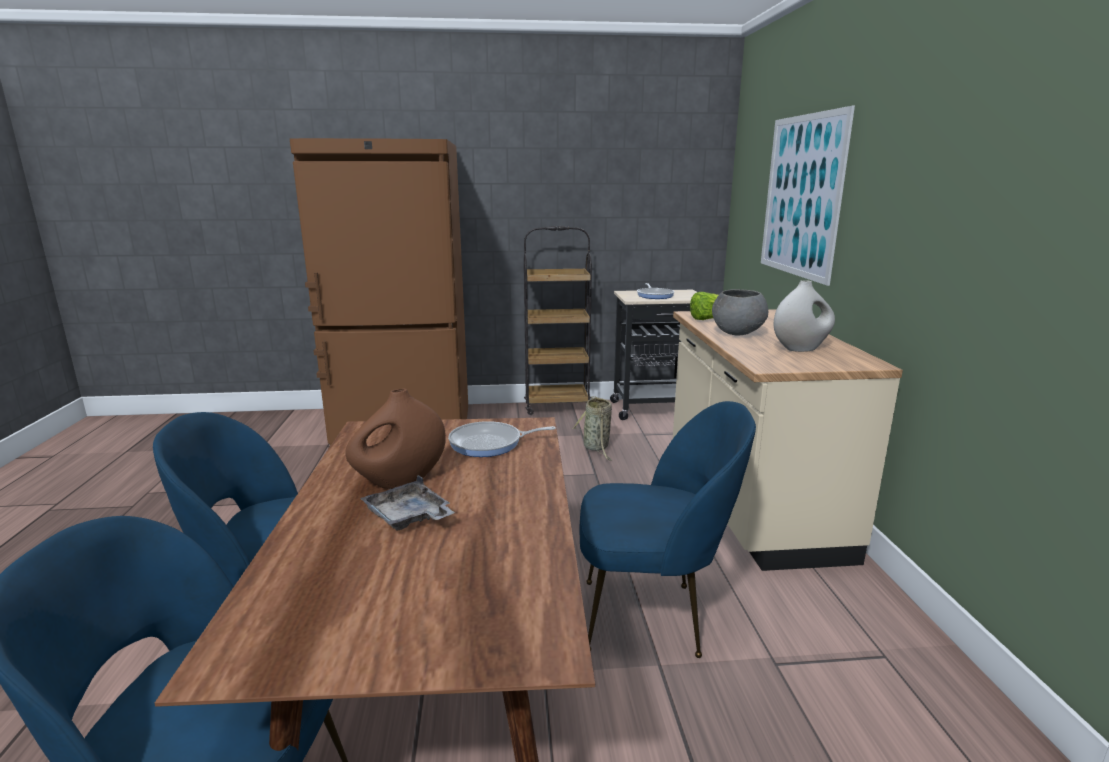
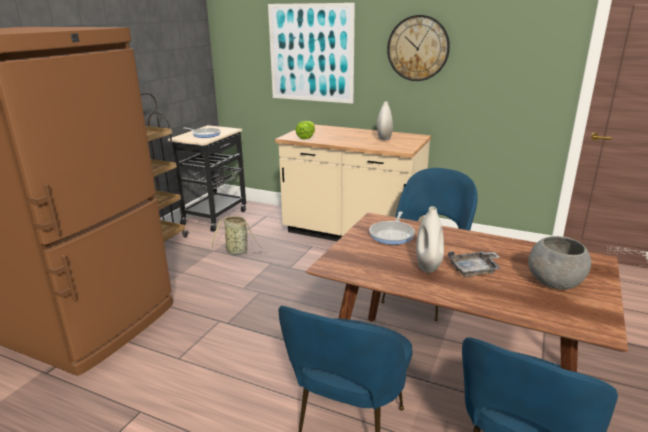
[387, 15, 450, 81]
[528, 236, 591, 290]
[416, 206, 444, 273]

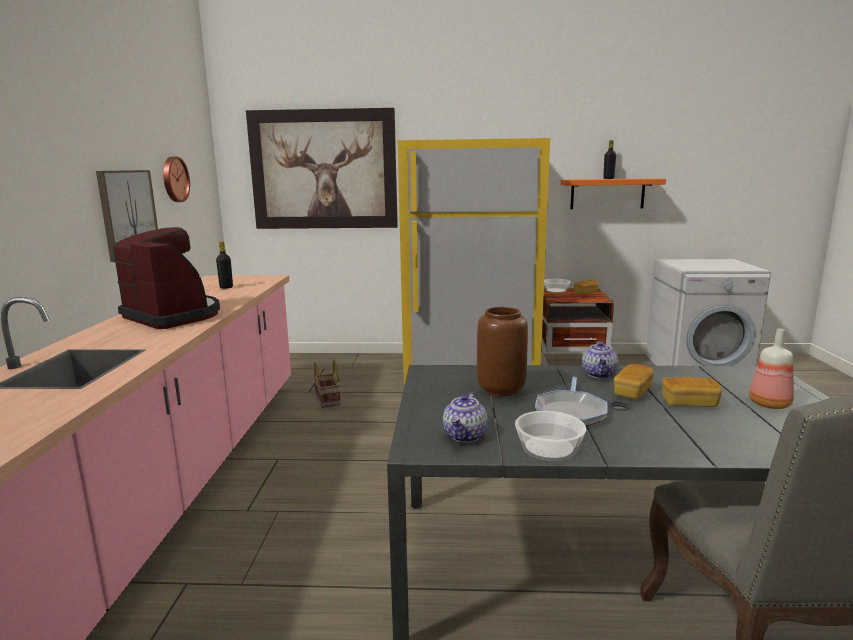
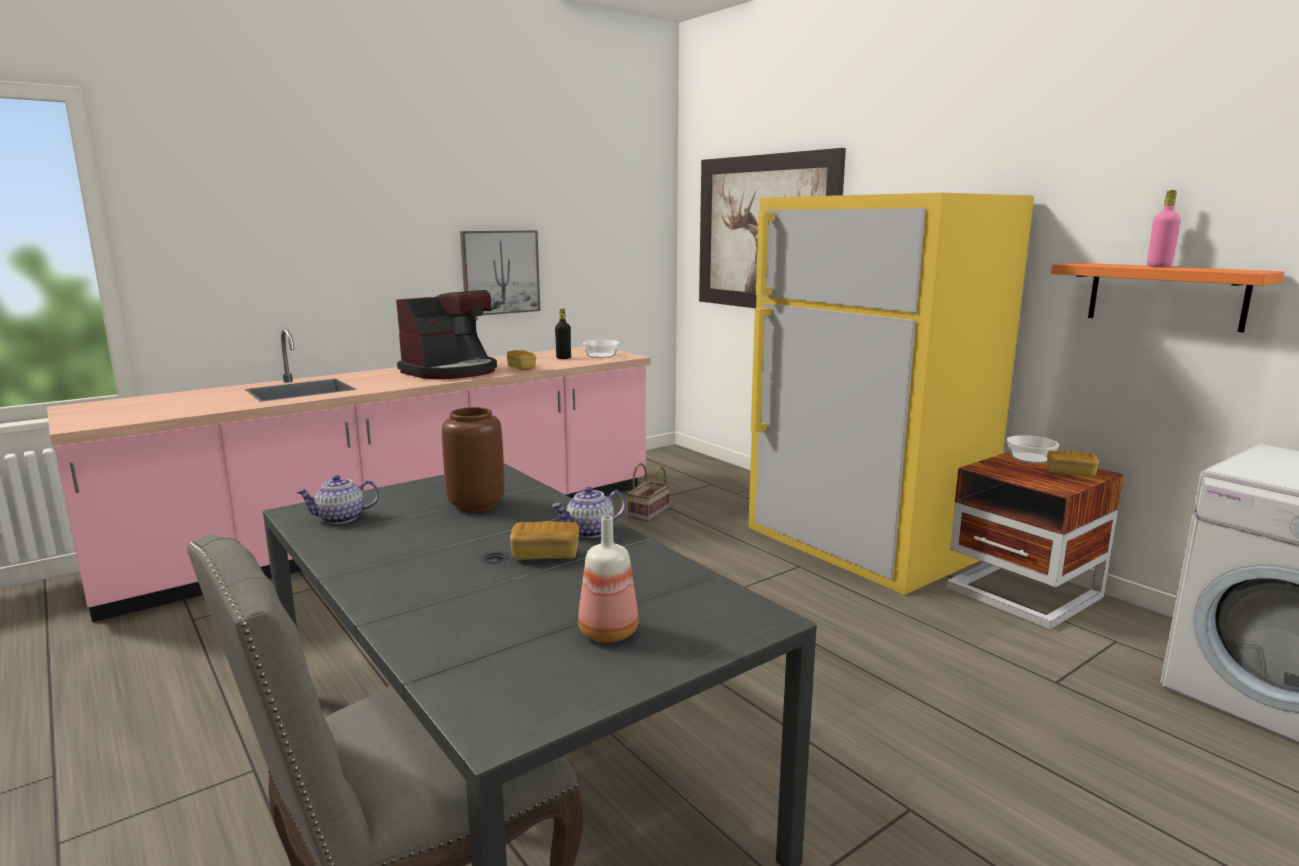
[163, 157, 190, 202] (first image)
[535, 377, 608, 426] (first image)
[583, 340, 619, 358]
[507, 350, 536, 370]
[1147, 190, 1181, 267]
[396, 290, 497, 379]

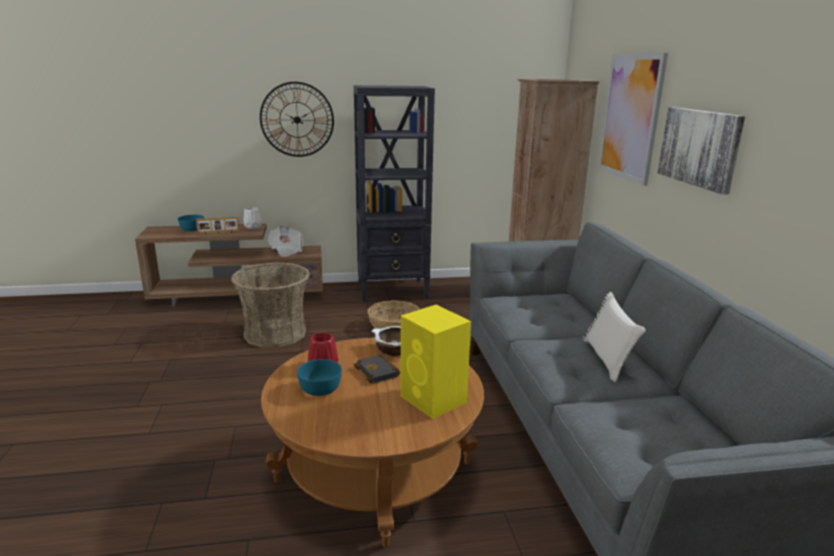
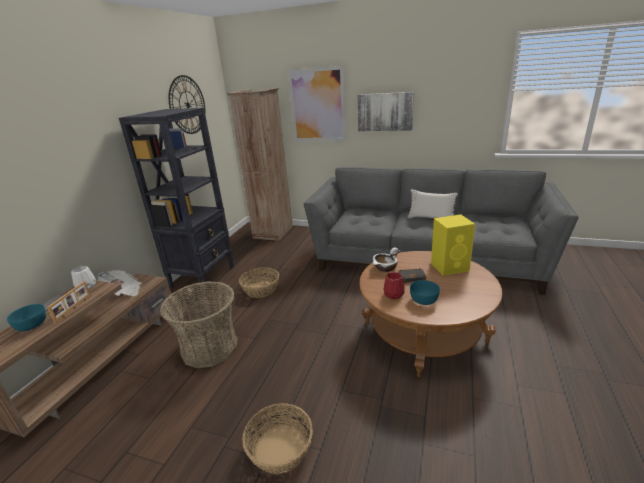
[242, 403, 313, 474]
[169, 75, 205, 134]

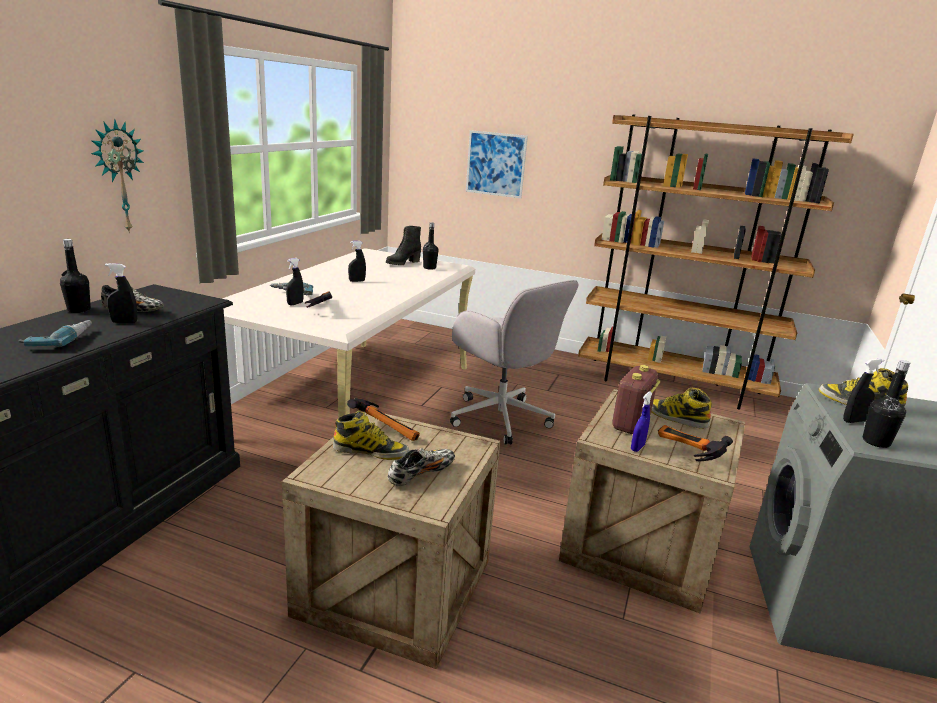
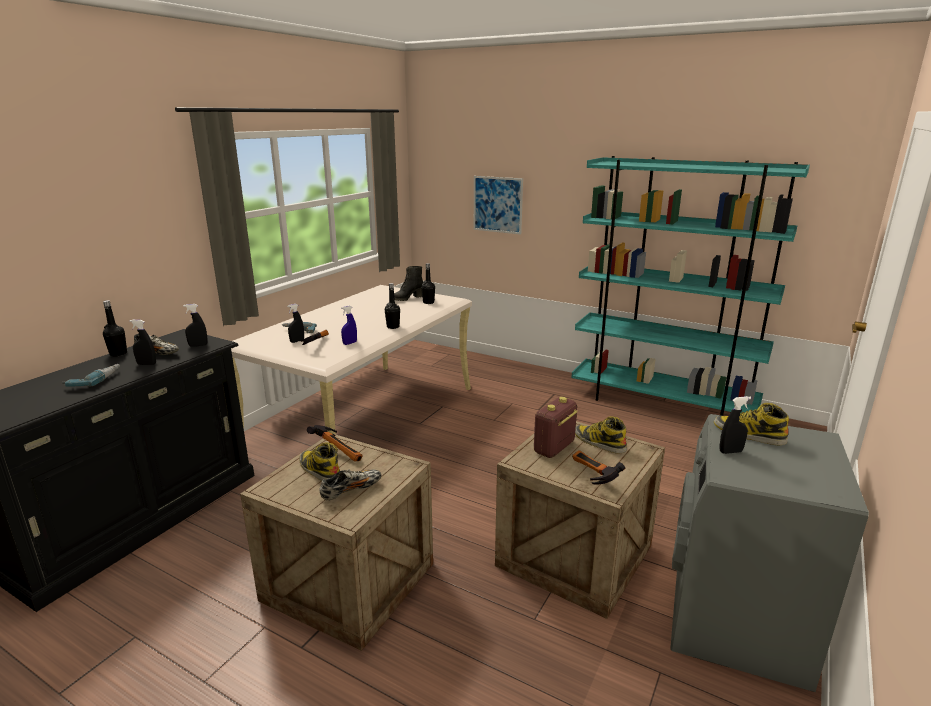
[91, 119, 144, 233] (first image)
[450, 280, 579, 445] (first image)
[183, 304, 208, 347]
[341, 305, 357, 345]
[385, 283, 400, 329]
[571, 156, 810, 416]
[299, 442, 340, 481]

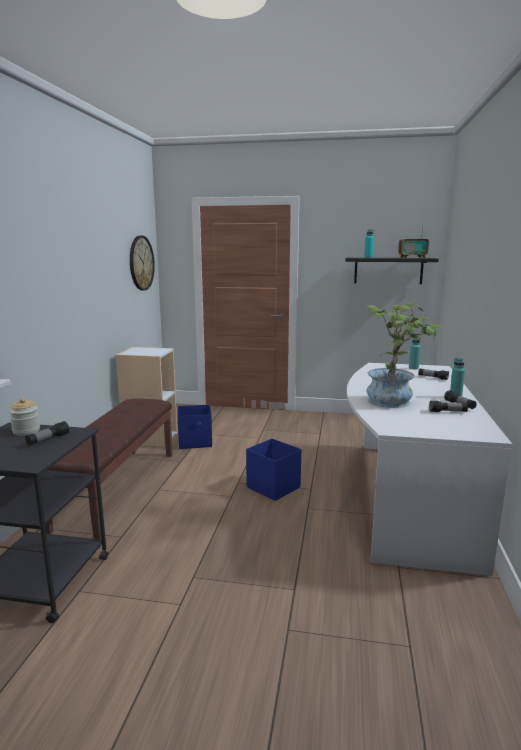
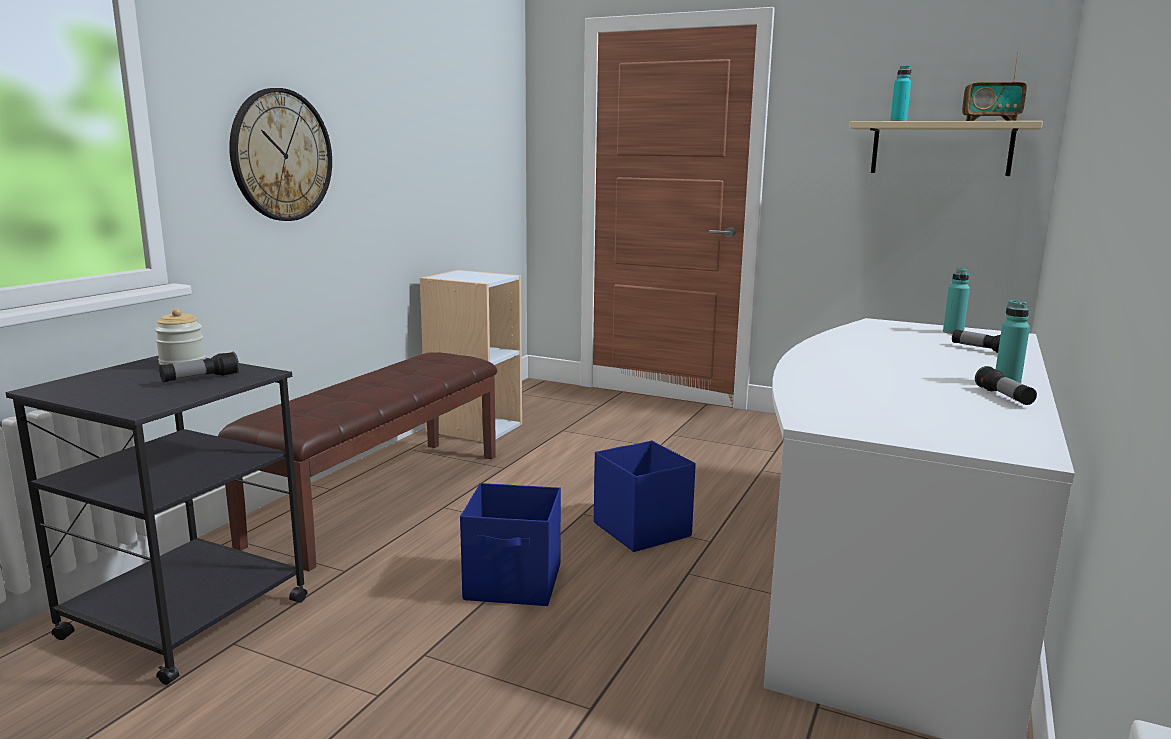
[366, 302, 441, 408] (first image)
[429, 400, 468, 412] (first image)
[229, 88, 332, 221]
[460, 483, 561, 606]
[849, 121, 1043, 176]

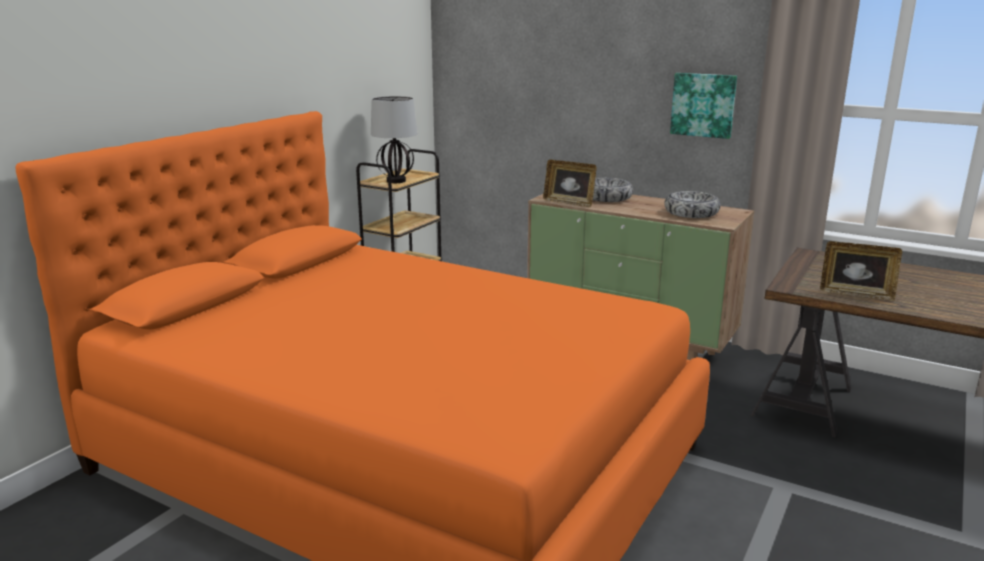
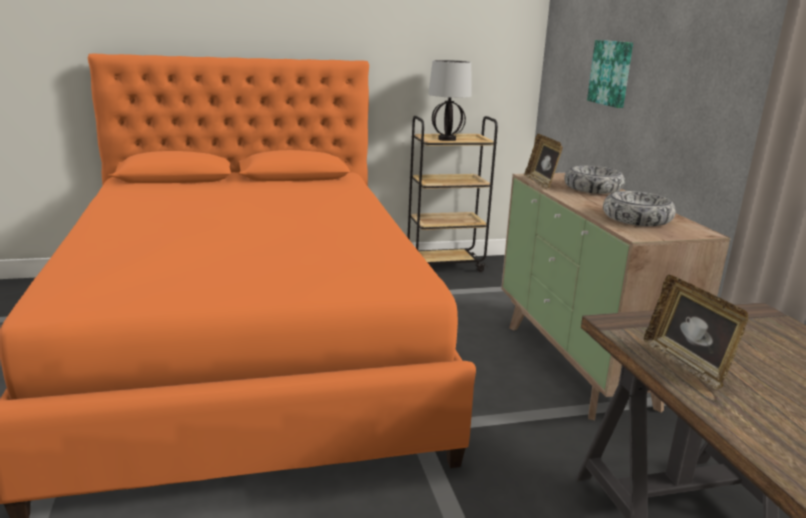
[587, 40, 633, 108]

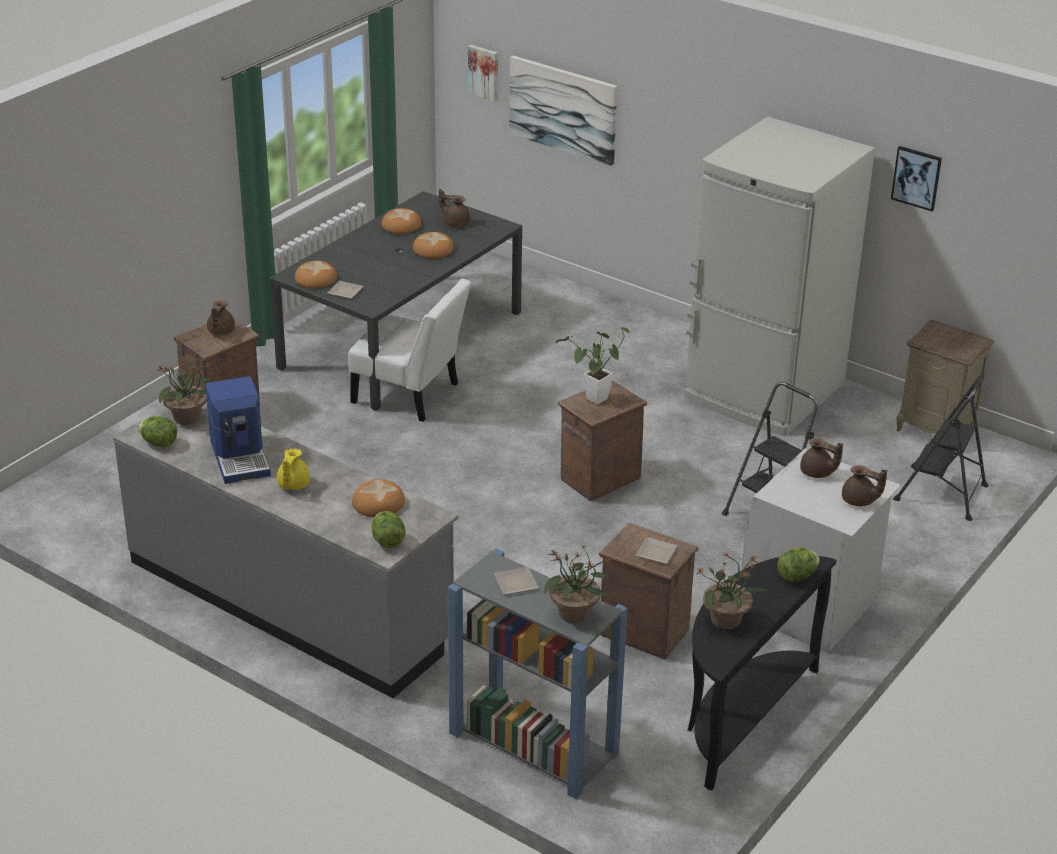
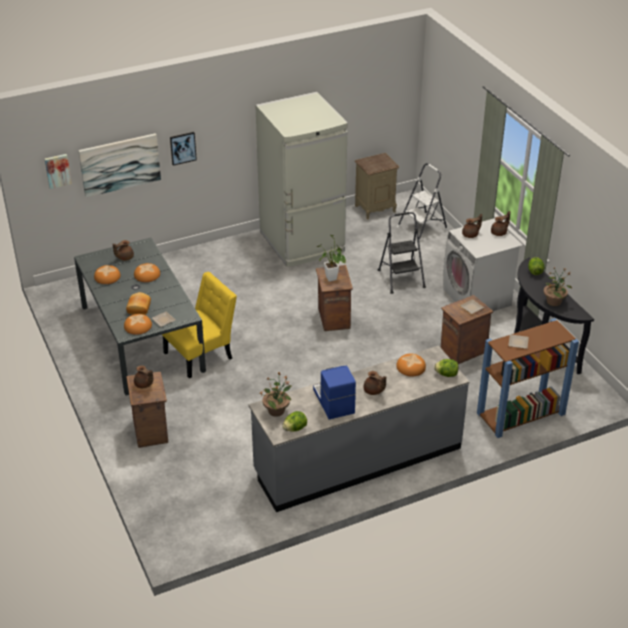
[544, 545, 611, 624] (first image)
[126, 292, 151, 315]
[170, 132, 197, 166]
[363, 371, 386, 395]
[162, 272, 237, 378]
[477, 318, 579, 438]
[396, 163, 448, 243]
[313, 366, 356, 420]

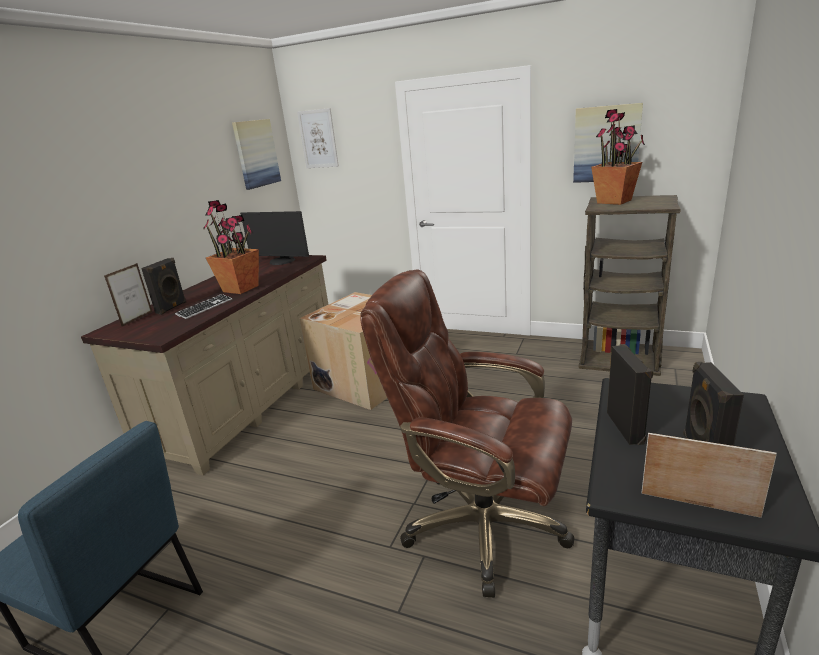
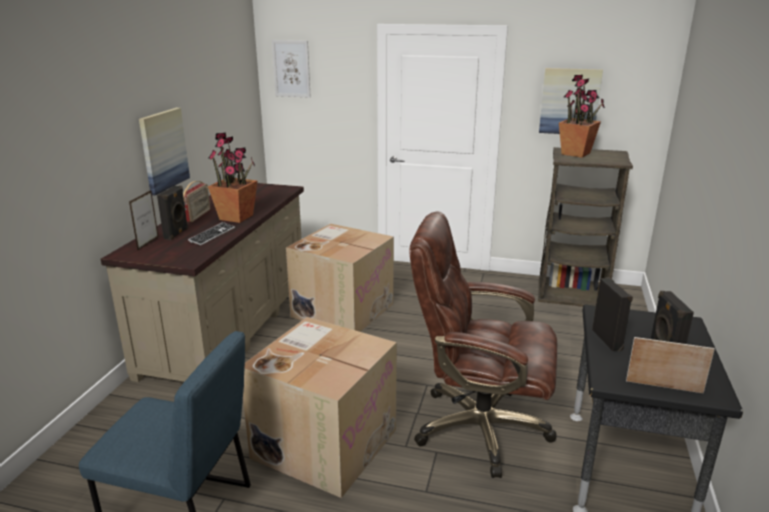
[240, 211, 309, 265] (first image)
[183, 181, 210, 222]
[243, 317, 397, 498]
[139, 108, 190, 195]

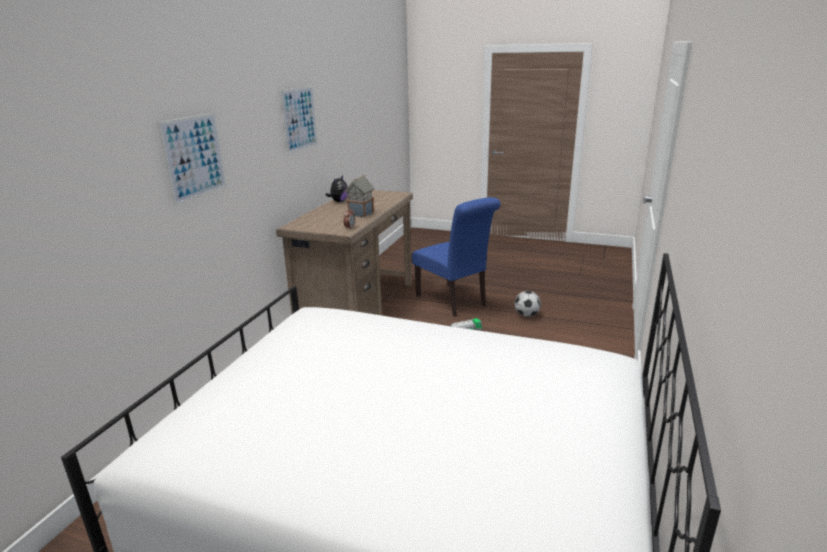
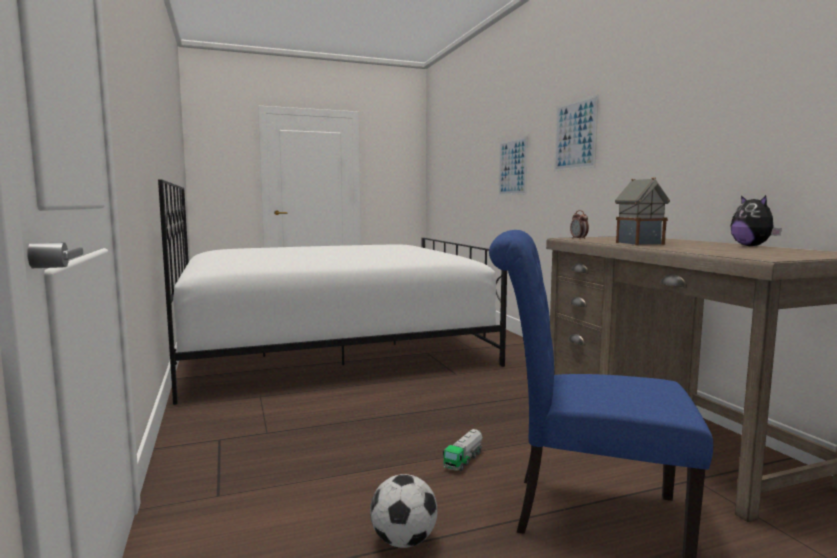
[498, 136, 528, 196]

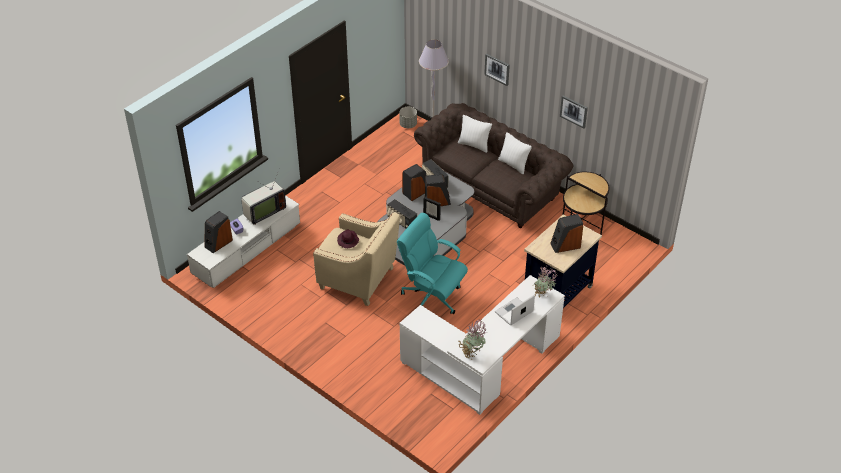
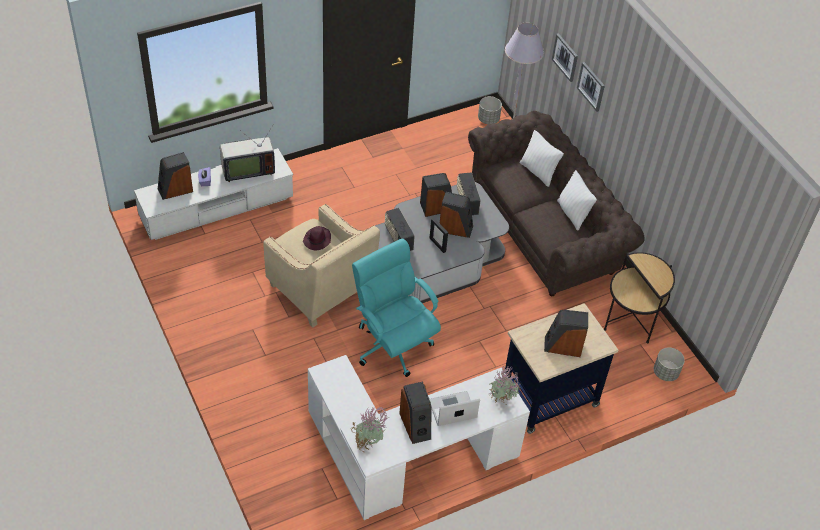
[399, 382, 432, 444]
[654, 347, 685, 381]
[552, 33, 578, 82]

